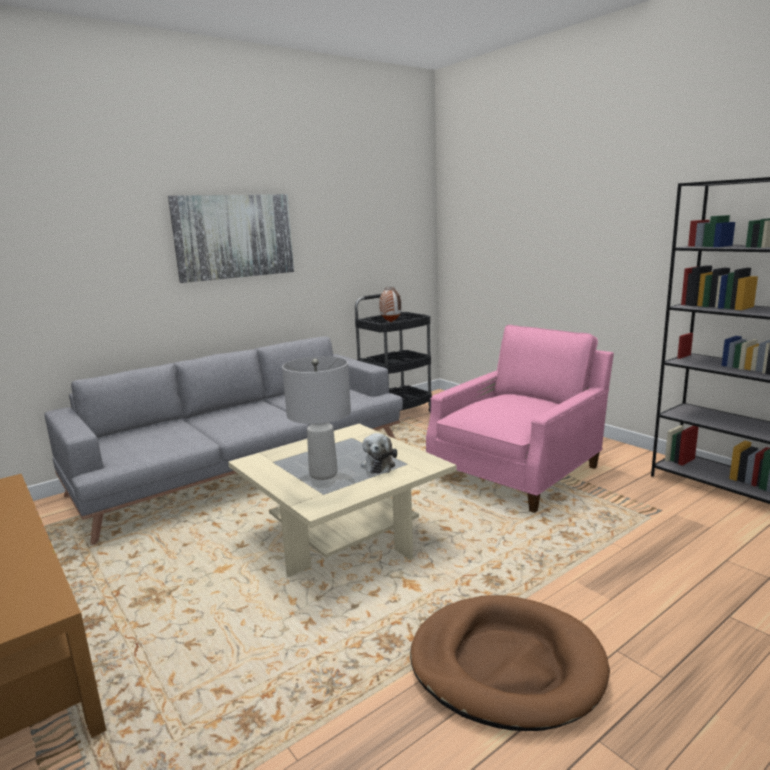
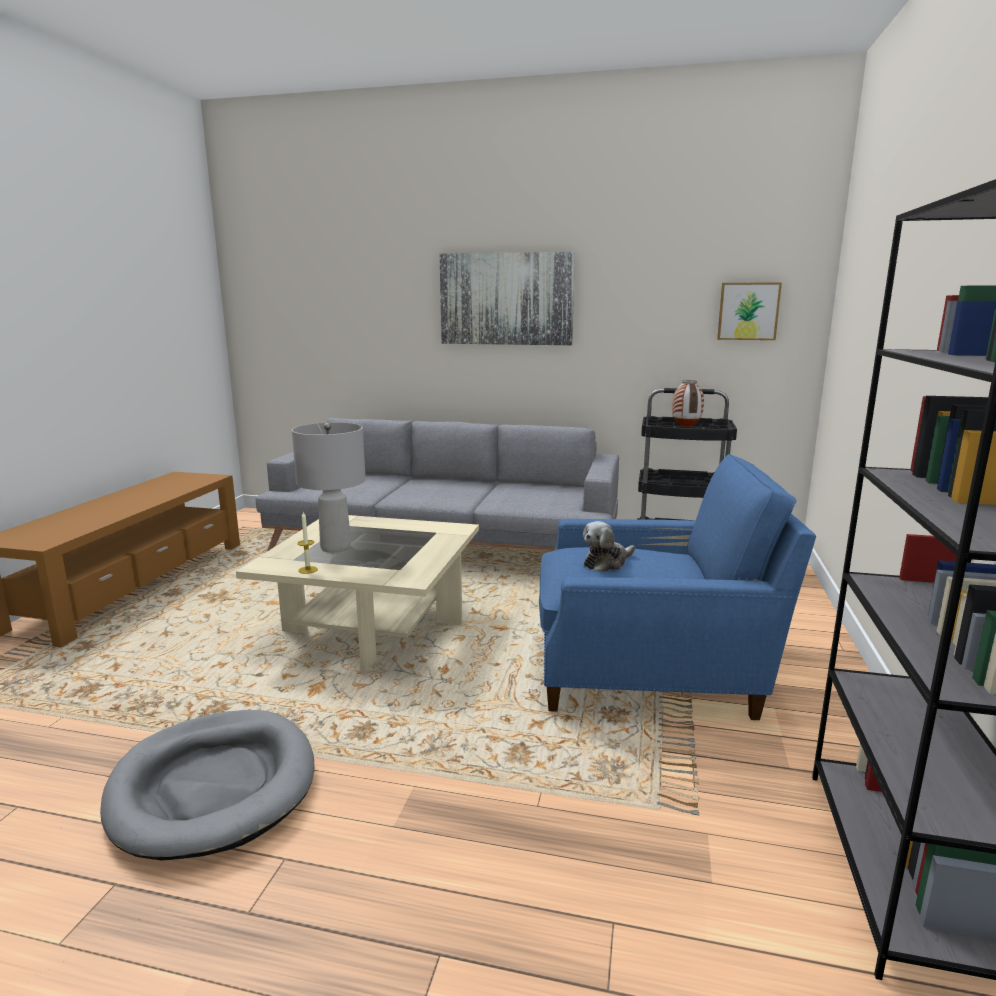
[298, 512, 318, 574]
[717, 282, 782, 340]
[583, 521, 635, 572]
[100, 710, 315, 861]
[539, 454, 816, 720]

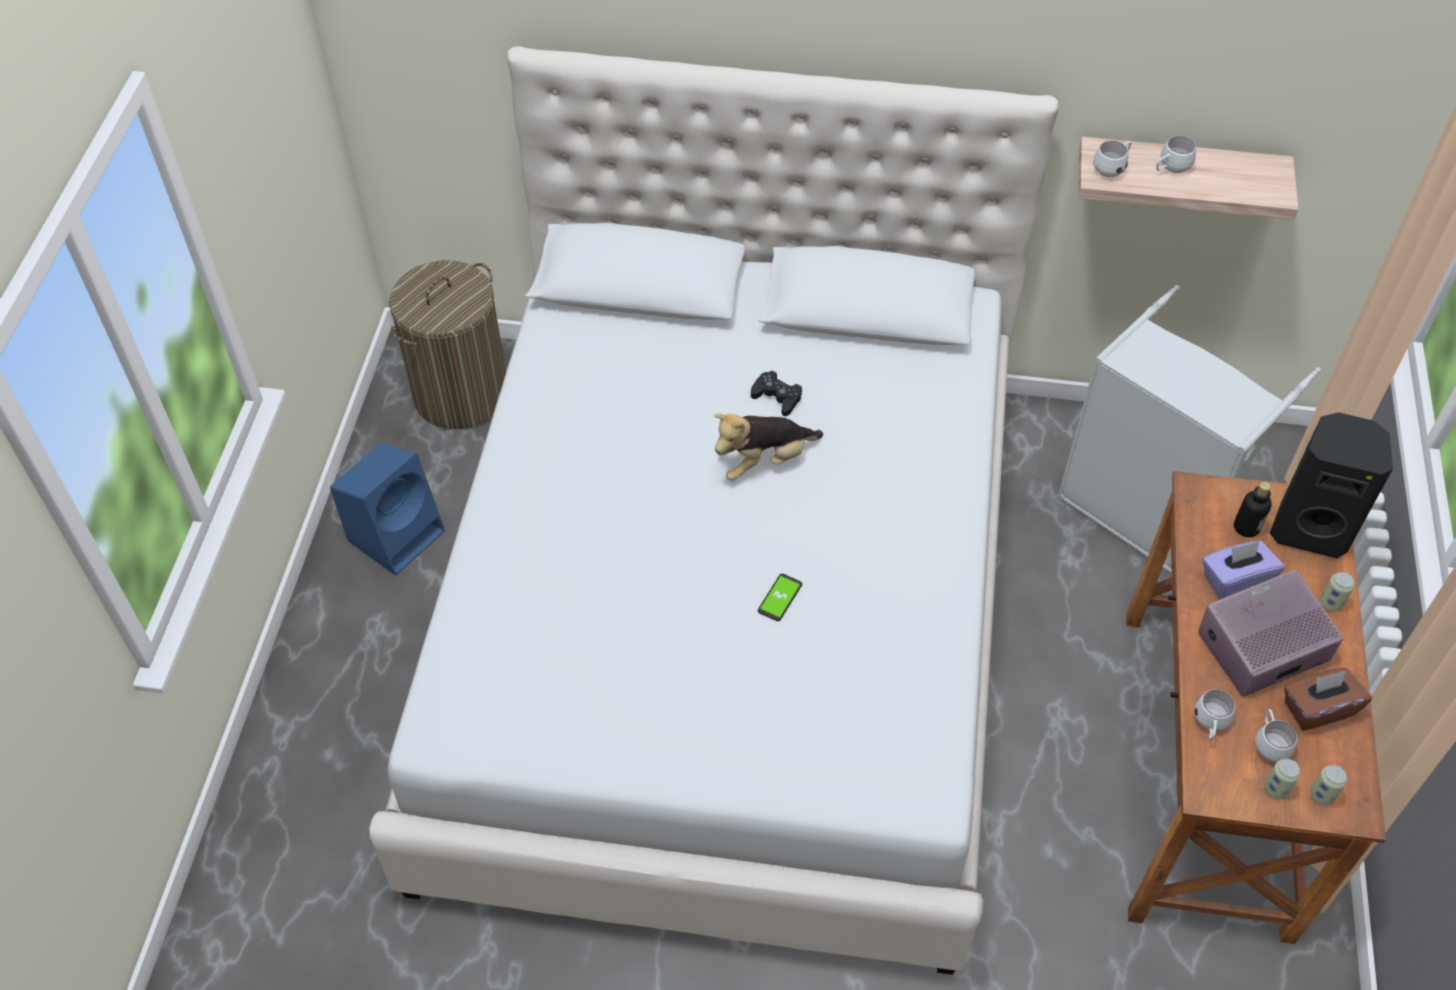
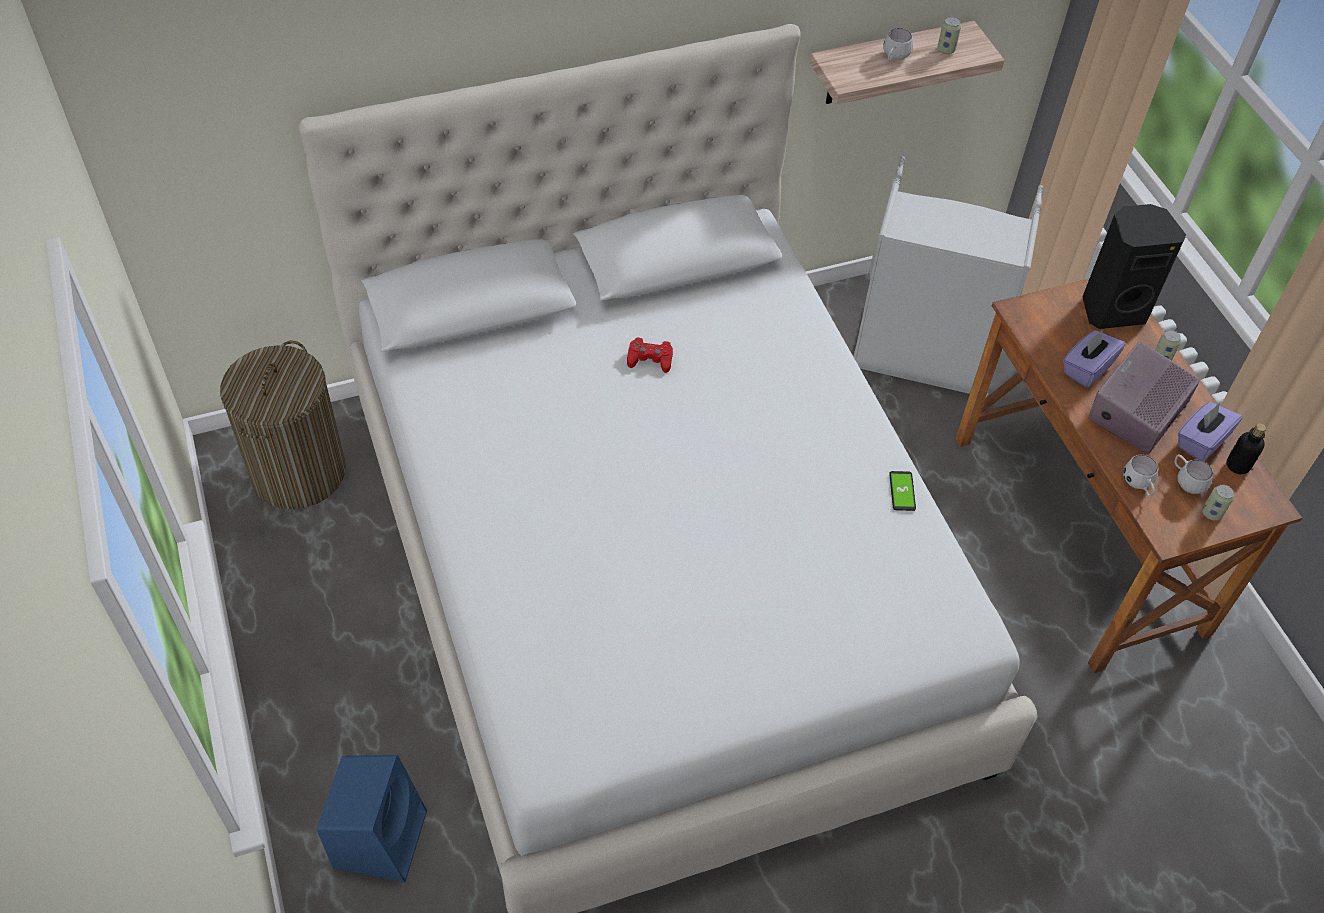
[714, 413, 823, 480] (first image)
[1093, 140, 1131, 177] (first image)
[317, 755, 427, 882]
[889, 471, 916, 511]
[1226, 423, 1266, 474]
[937, 17, 961, 54]
[627, 337, 673, 373]
[1178, 402, 1243, 461]

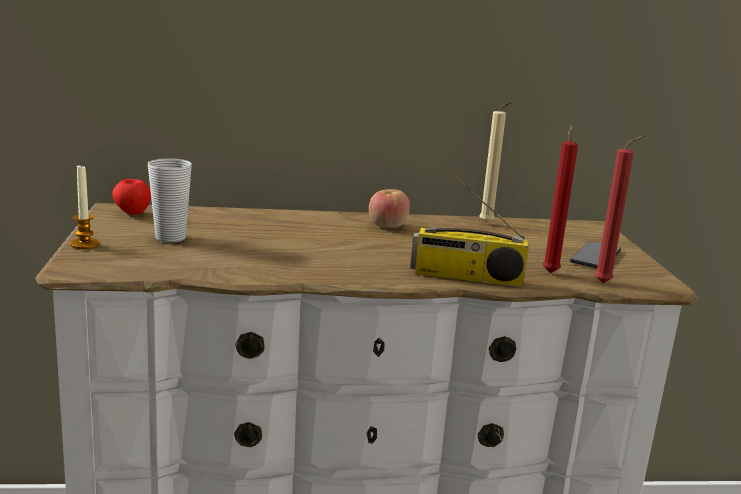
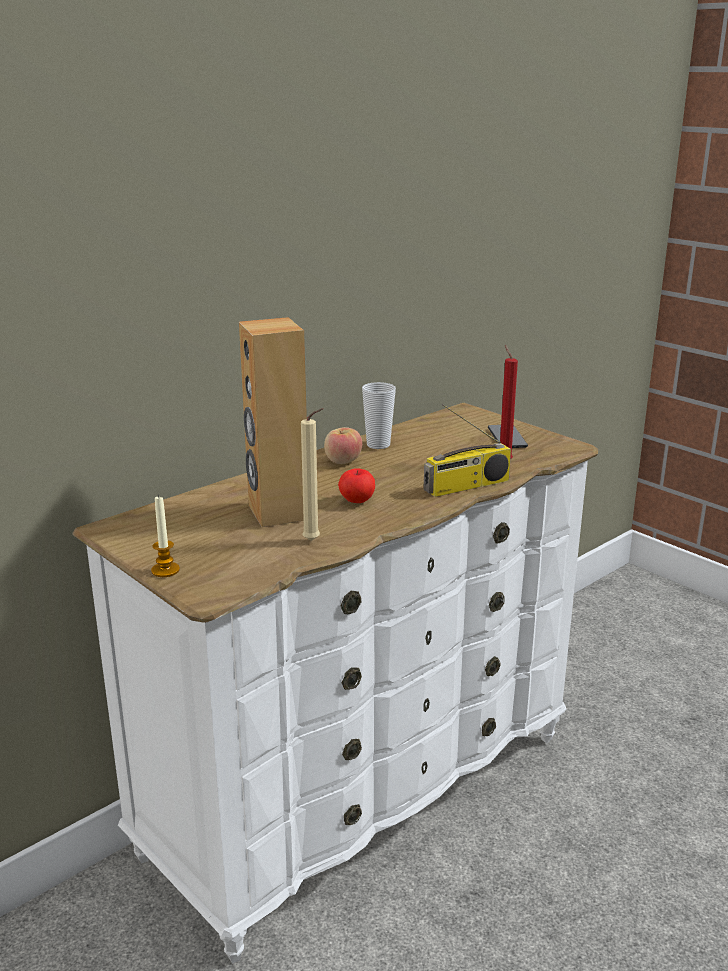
[595, 136, 644, 283] (first image)
[239, 317, 307, 527]
[338, 468, 375, 503]
[362, 382, 396, 449]
[301, 408, 323, 541]

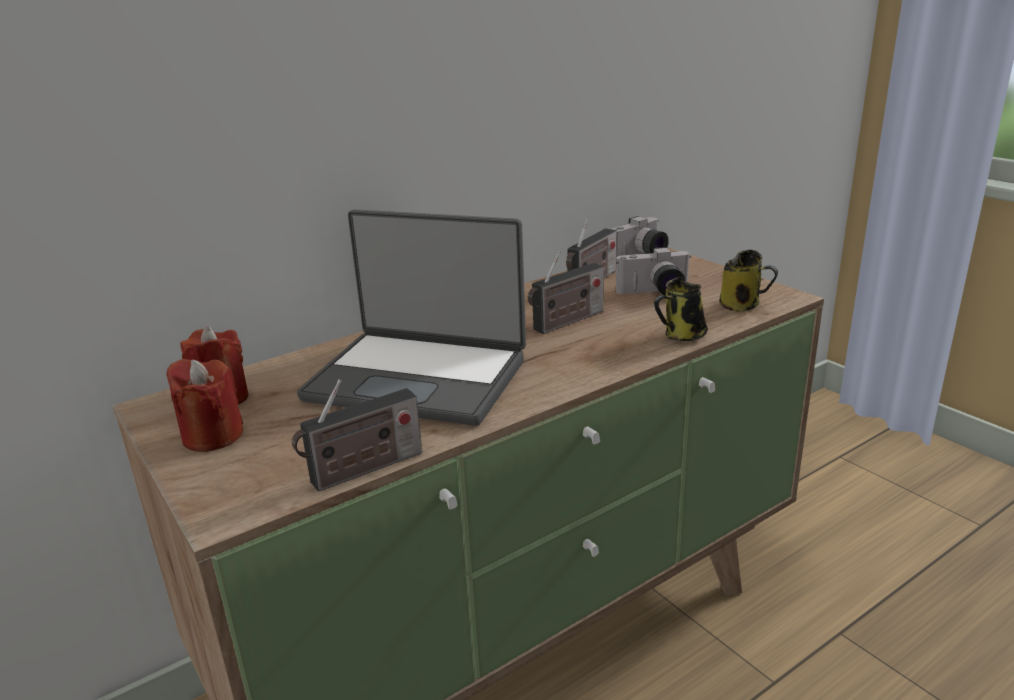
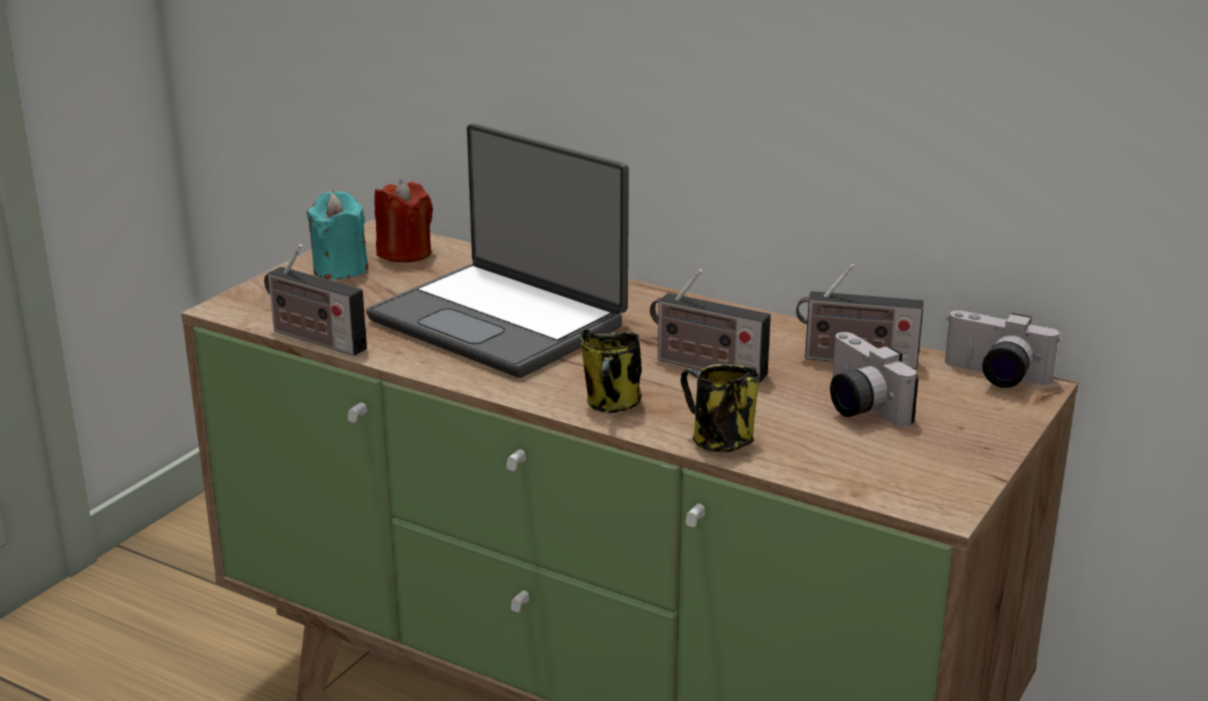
[580, 330, 642, 413]
[306, 191, 368, 280]
[366, 123, 629, 378]

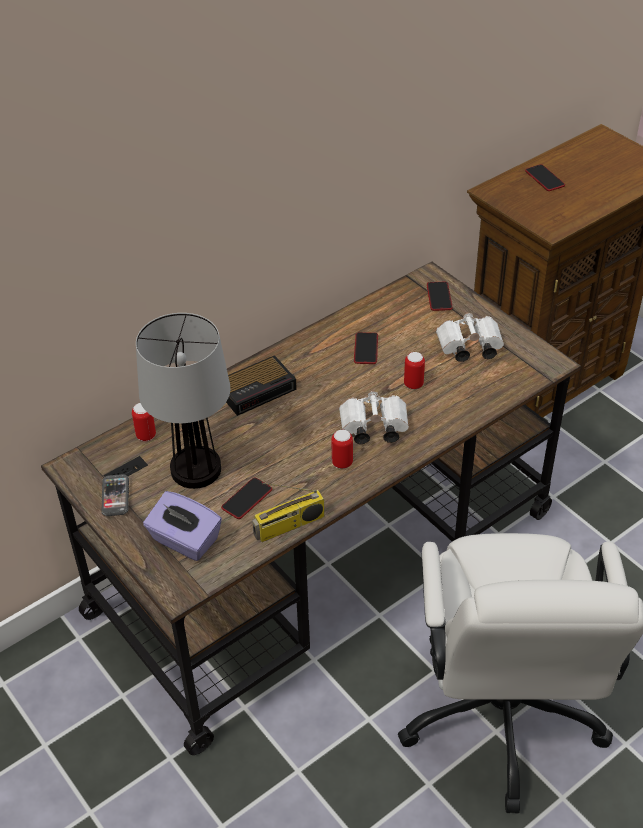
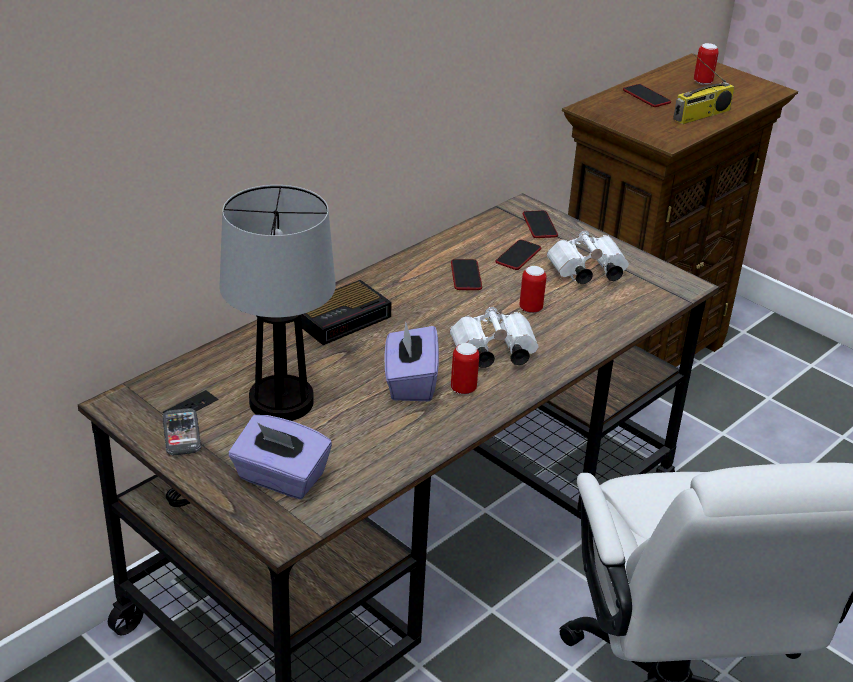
[385, 321, 439, 401]
[694, 43, 719, 85]
[495, 240, 541, 270]
[673, 54, 735, 124]

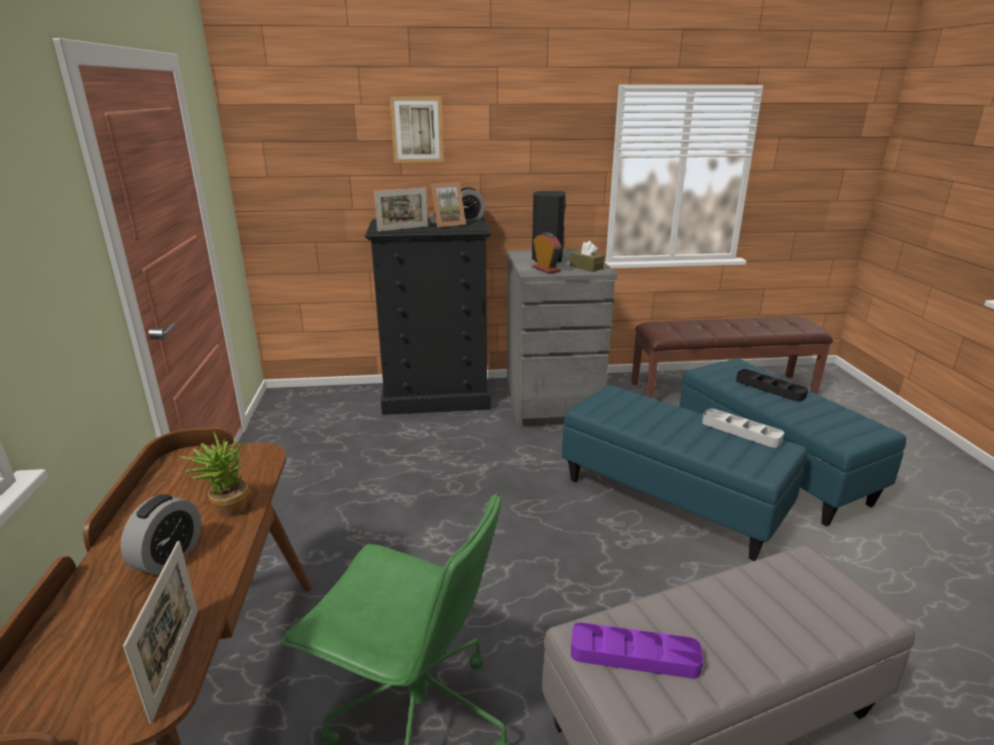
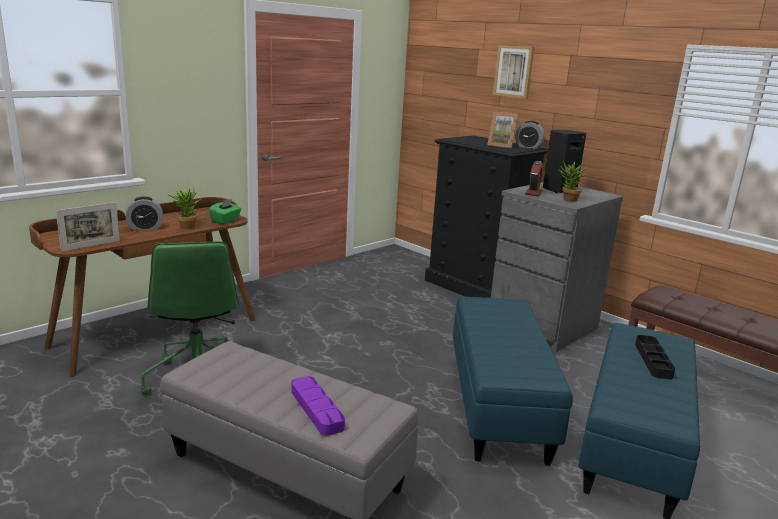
[374, 188, 428, 232] (first image)
[702, 408, 784, 448] (first image)
[209, 199, 241, 224]
[291, 376, 345, 436]
[558, 160, 590, 202]

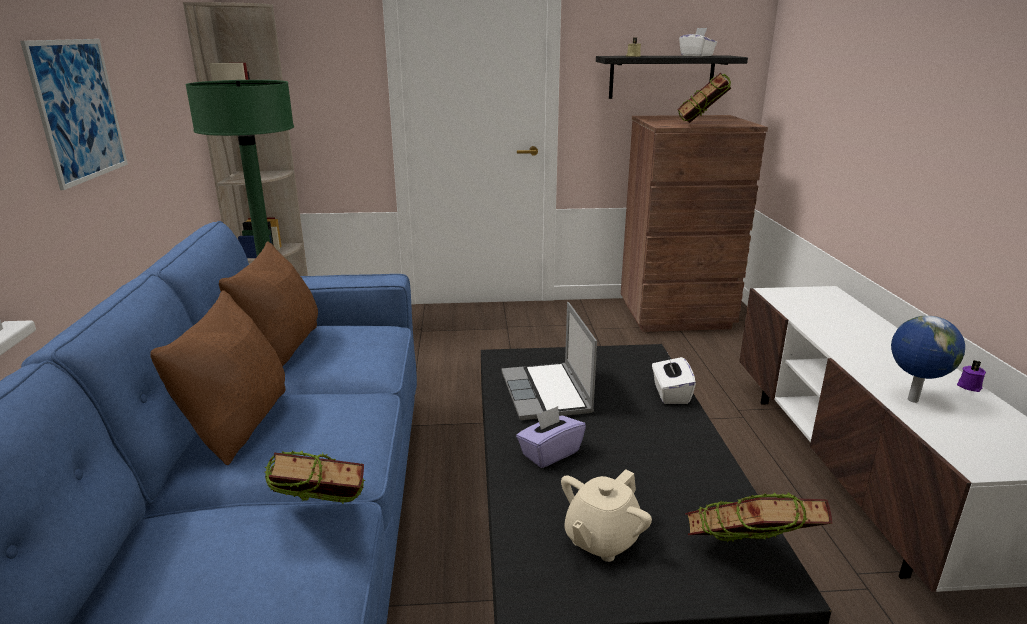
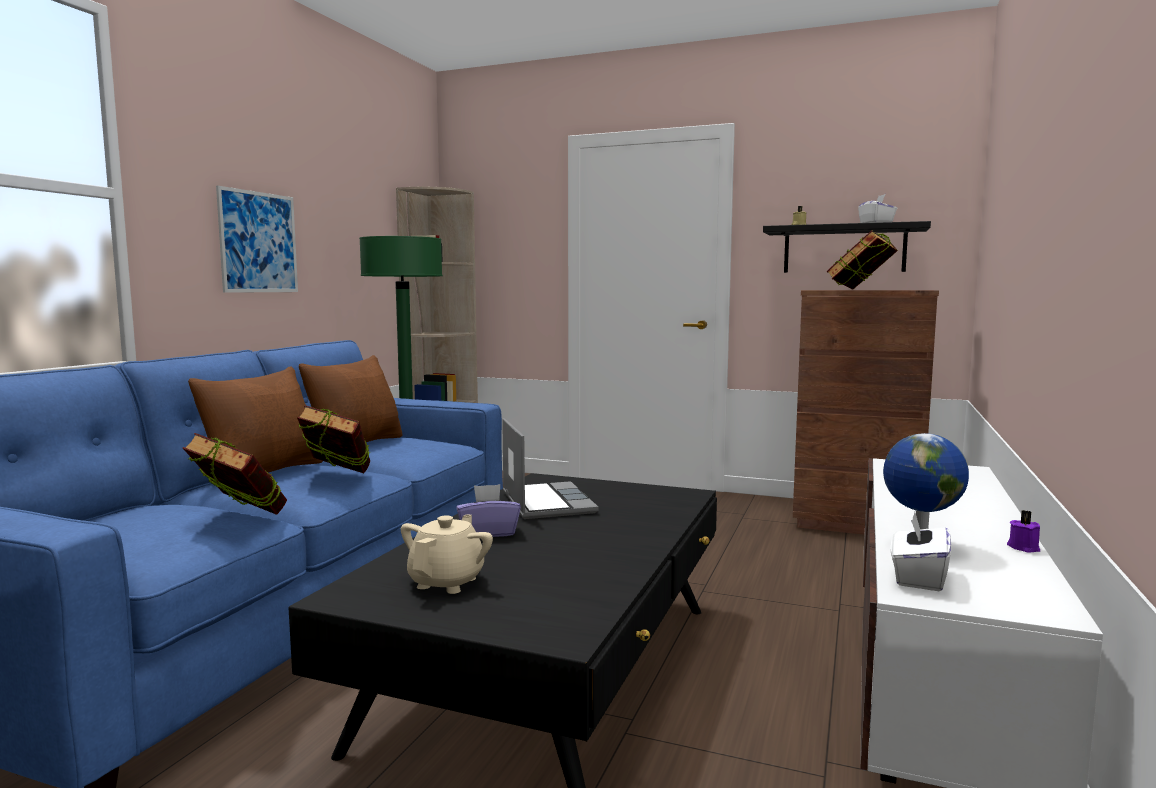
[891, 512, 951, 591]
[297, 405, 370, 473]
[502, 418, 598, 519]
[401, 514, 493, 594]

